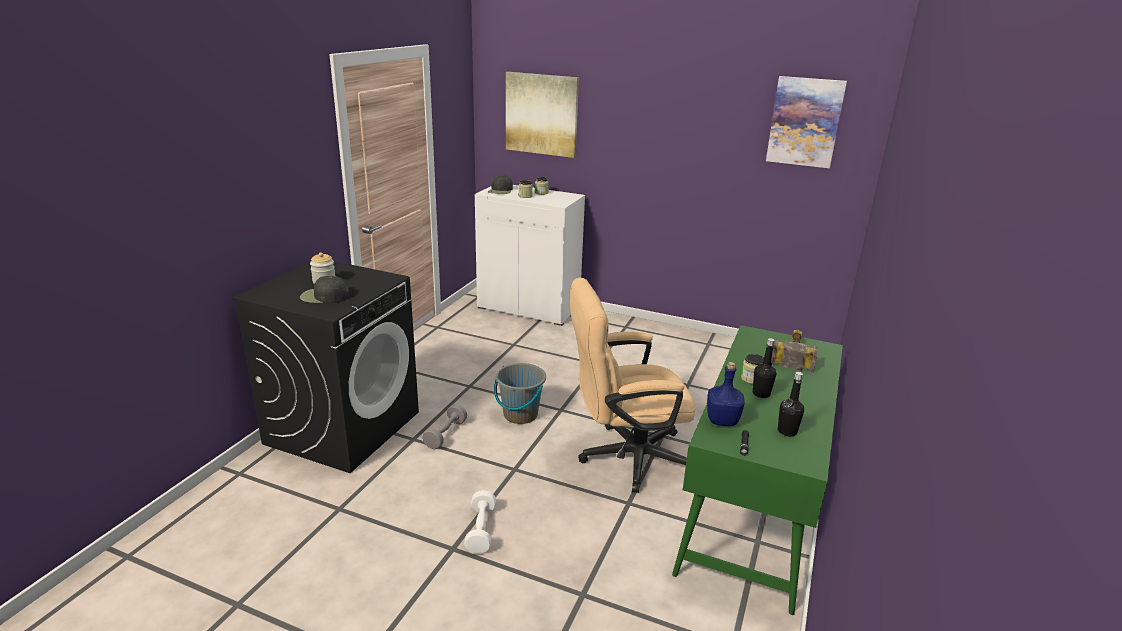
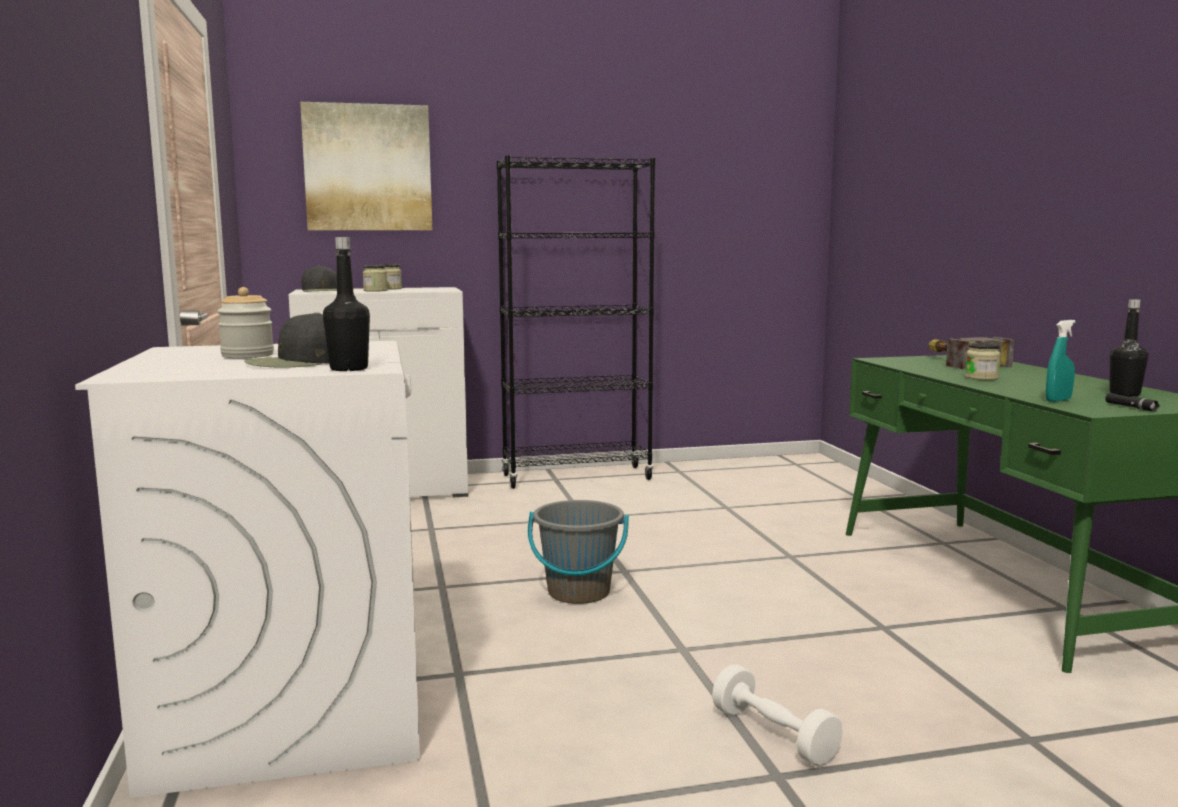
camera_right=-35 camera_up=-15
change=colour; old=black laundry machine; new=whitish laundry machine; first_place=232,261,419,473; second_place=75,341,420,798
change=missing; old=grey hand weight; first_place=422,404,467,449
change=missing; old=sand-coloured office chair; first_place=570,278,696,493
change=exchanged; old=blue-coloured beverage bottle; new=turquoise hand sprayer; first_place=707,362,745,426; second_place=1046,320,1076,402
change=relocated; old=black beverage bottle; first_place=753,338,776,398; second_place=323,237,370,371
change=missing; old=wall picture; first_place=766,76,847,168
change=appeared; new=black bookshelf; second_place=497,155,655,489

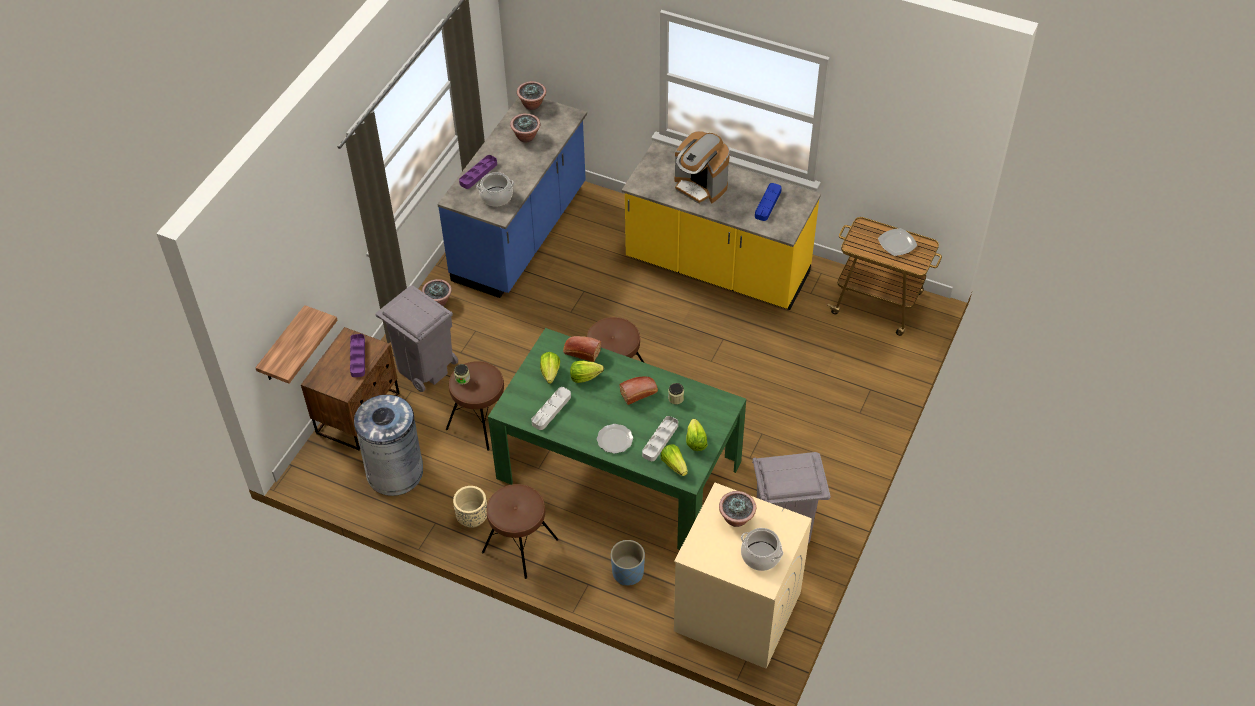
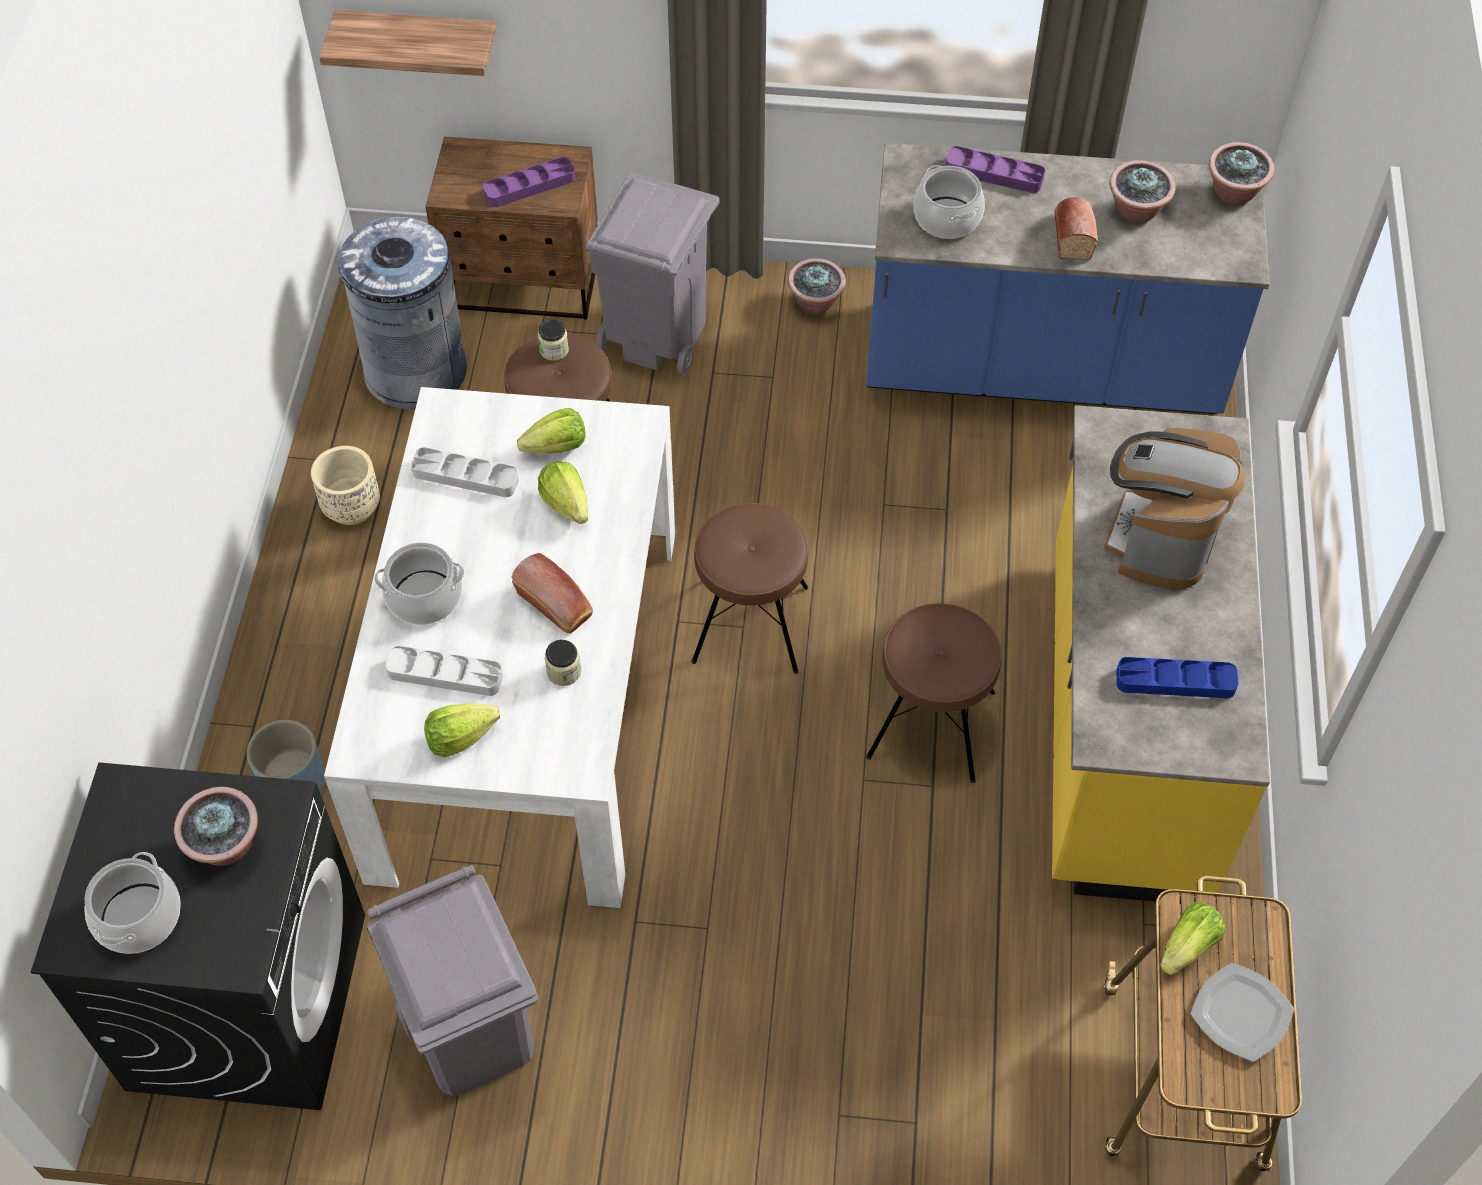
camera_right=70 camera_up=5
change=relocated; old=brown-coloured stool seat; first_place=482,484,559,579; second_place=866,603,1001,783
change=colour; old=green kitchen table; new=whitish kitchen table; first_place=488,328,746,550; second_place=324,387,675,908
change=relocated; old=baked bread; first_place=563,336,601,362; second_place=1054,197,1097,260
change=exchanged; old=plate; new=saucepot; first_place=597,424,633,454; second_place=374,543,464,625
change=relocated; old=lettuce head; first_place=660,444,688,476; second_place=1160,902,1225,975
change=colour; old=sand-coloured laundry machine; new=black laundry machine; first_place=674,483,812,669; second_place=31,762,365,1110

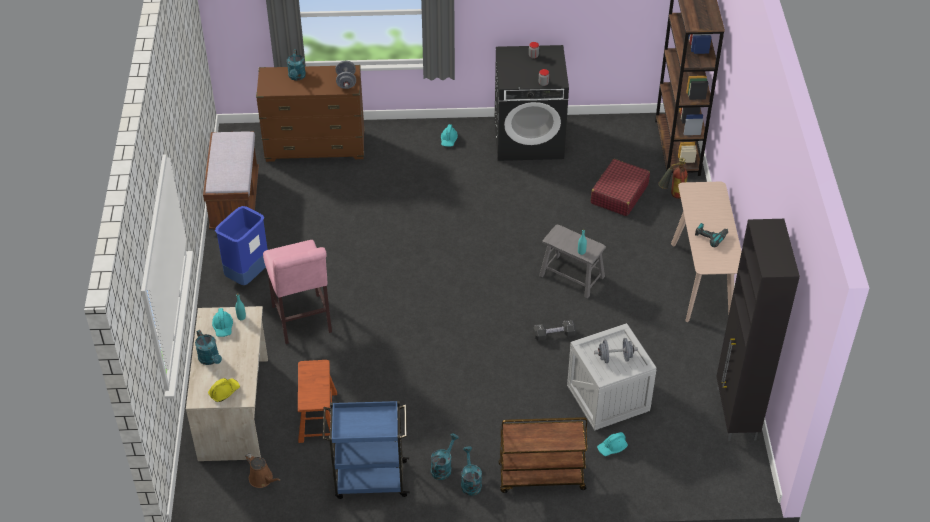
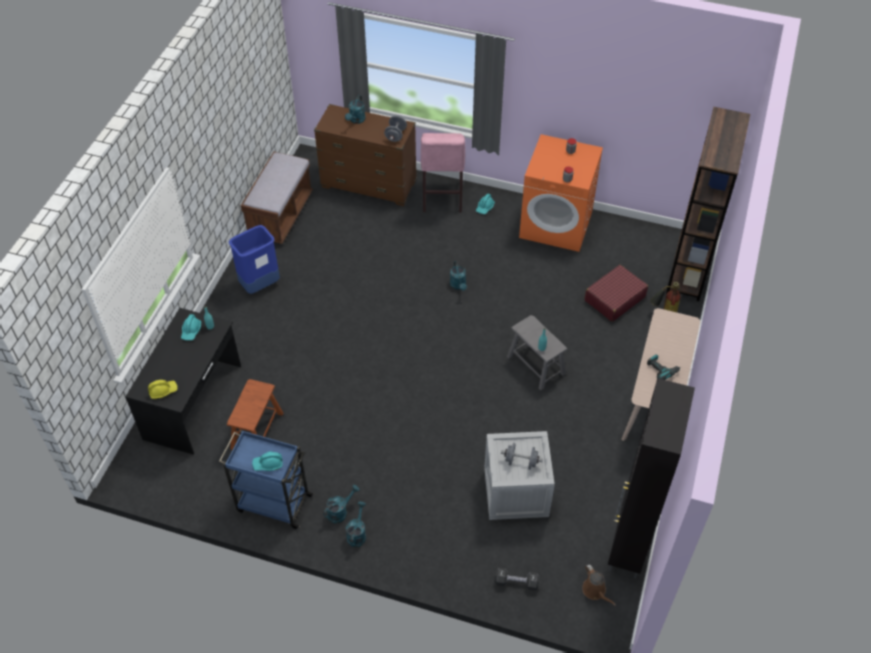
camera_right=20 camera_up=5
change=colour; old=sand-coloured desk; new=black desk; first_place=186,306,268,461; second_place=125,308,241,454
change=relocated; old=turquoise watering can; first_place=195,330,222,365; second_place=450,261,467,291
change=relocated; old=brown-coloured watering can; first_place=245,453,281,488; second_place=582,564,616,606
change=relocated; old=pink-coloured stool seat; first_place=263,240,332,344; second_place=421,133,465,213
change=colour; old=black laundry machine; new=orange-coloured laundry machine; first_place=495,45,569,161; second_place=519,134,603,252
change=missing; old=brown-coloured wheeled cart; first_place=499,417,587,493
change=relocated; old=black hand weight; first_place=533,320,576,341; second_place=495,567,539,591
change=relocated; old=turquoise safety helmet; first_place=597,432,628,456; second_place=252,452,283,471

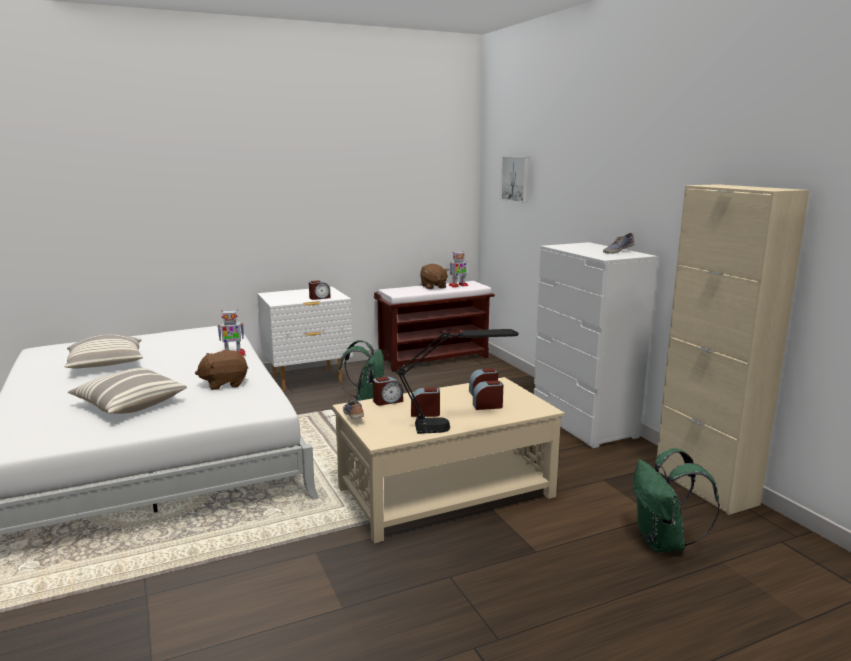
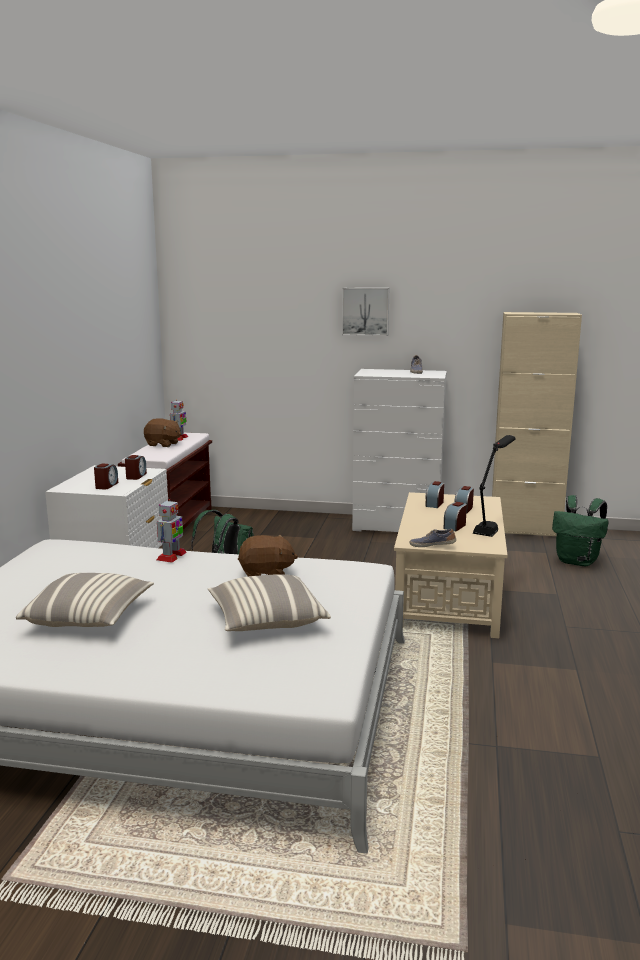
camera_right=-55 camera_up=0
change=spun; old=brown-coloured plush toy; first_place=195,350,248,390; second_place=238,535,298,576; degrees=-105
change=relocated; old=table clock; first_place=373,377,403,406; second_place=94,464,118,489
change=relocated; old=wall picture; first_place=500,157,530,203; second_place=342,288,389,336

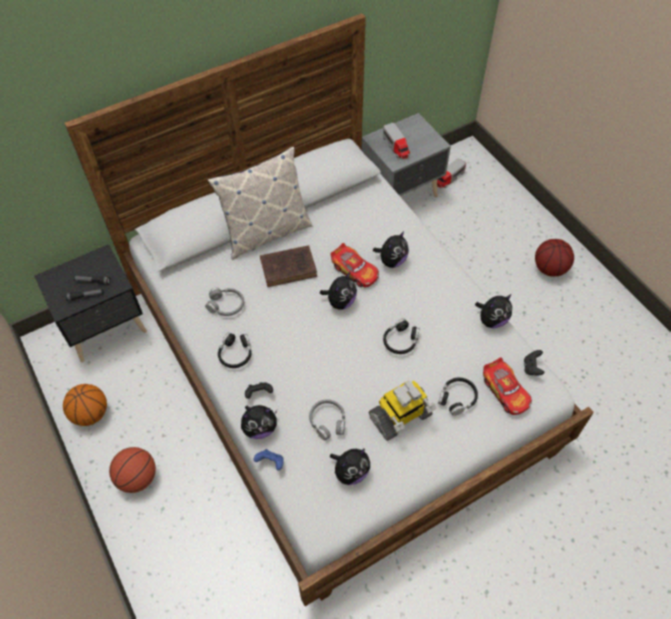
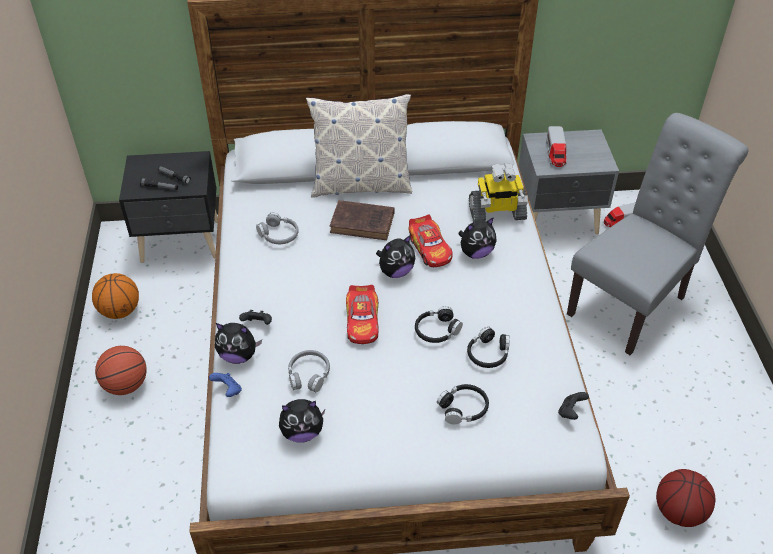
camera_right=25 camera_up=-10
change=relocated; old=black headset; first_place=218,332,252,368; second_place=467,327,510,368
change=relocated; old=toy robot; first_place=369,381,436,441; second_place=469,163,528,222
change=missing; old=plush toy; first_place=475,294,512,328
change=relocated; old=toy car; first_place=483,357,532,415; second_place=346,285,379,344
change=relocated; old=basketball ball; first_place=535,239,574,276; second_place=656,469,715,527
change=appeared; new=grey chair; second_place=567,113,748,355

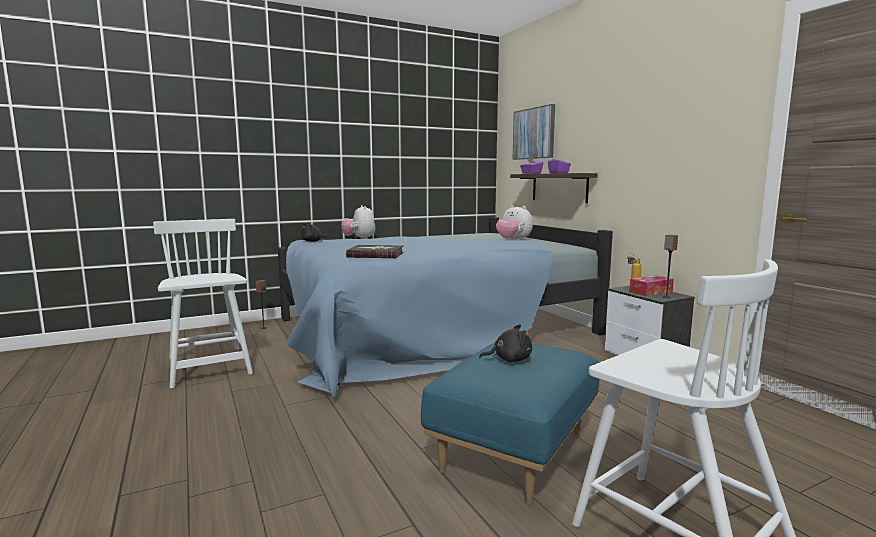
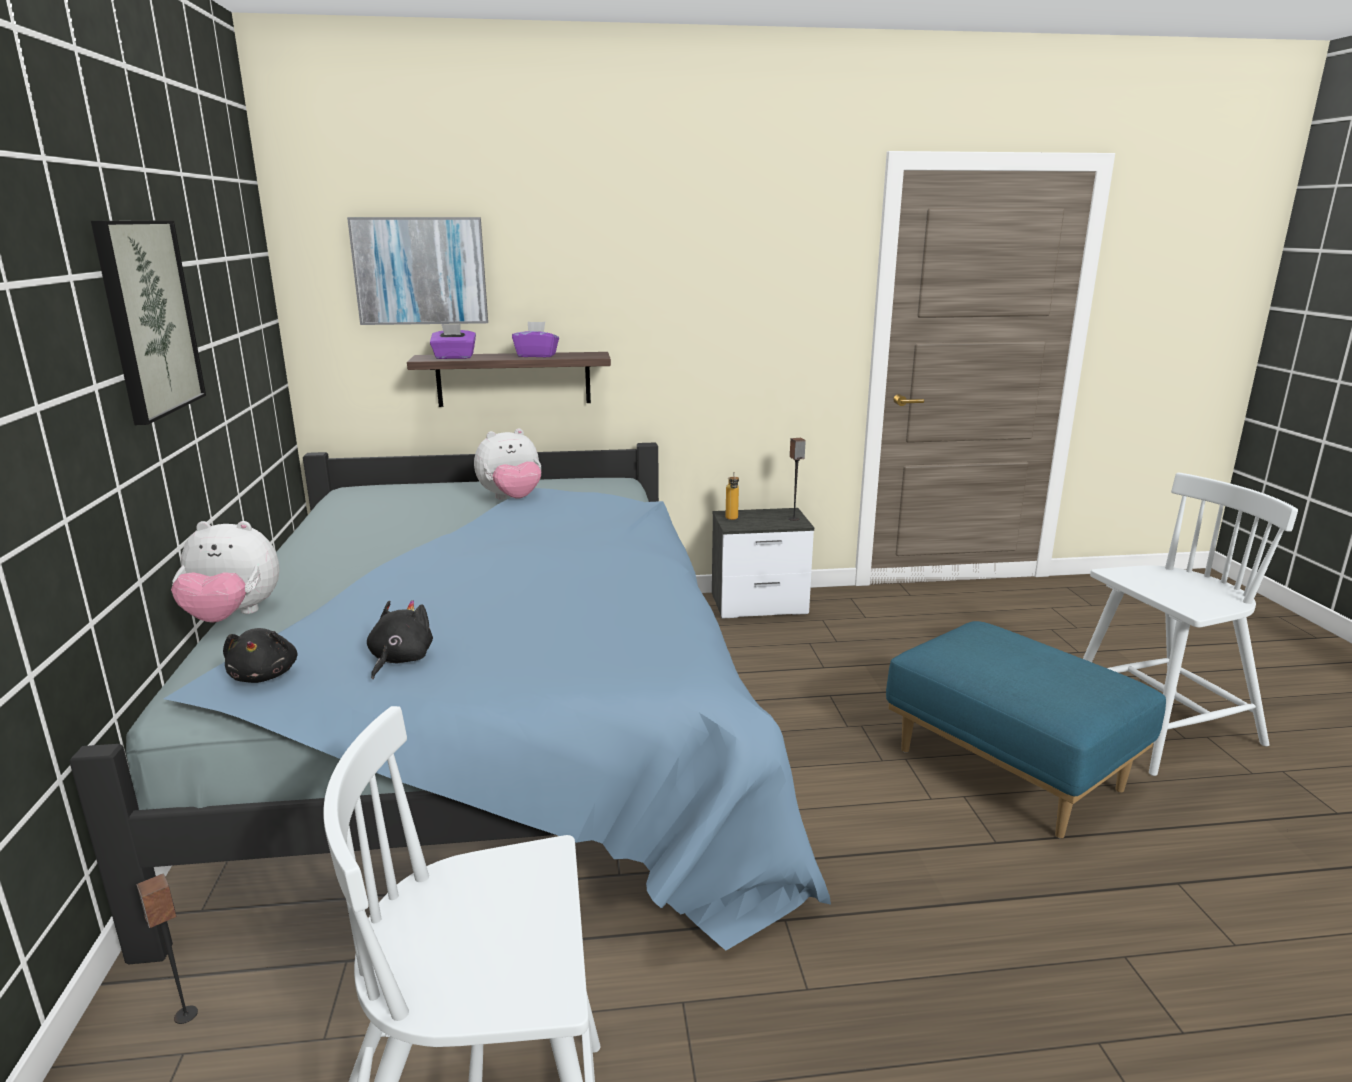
camera_right=-70 camera_up=10
change=missing; old=book; first_place=346,245,404,258
change=relocated; old=black plush toy; first_place=479,324,532,362; second_place=367,600,433,679
change=missing; old=tissue holder; first_place=629,275,674,296
change=appeared; new=wall picture; second_place=91,220,206,425

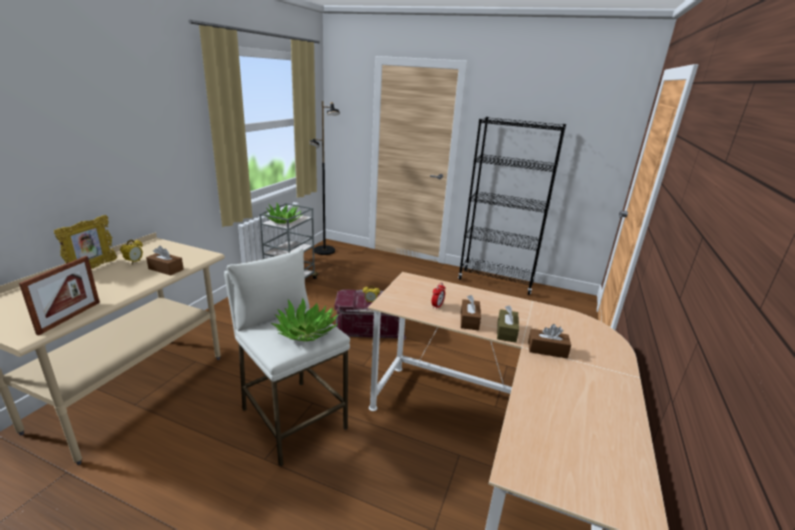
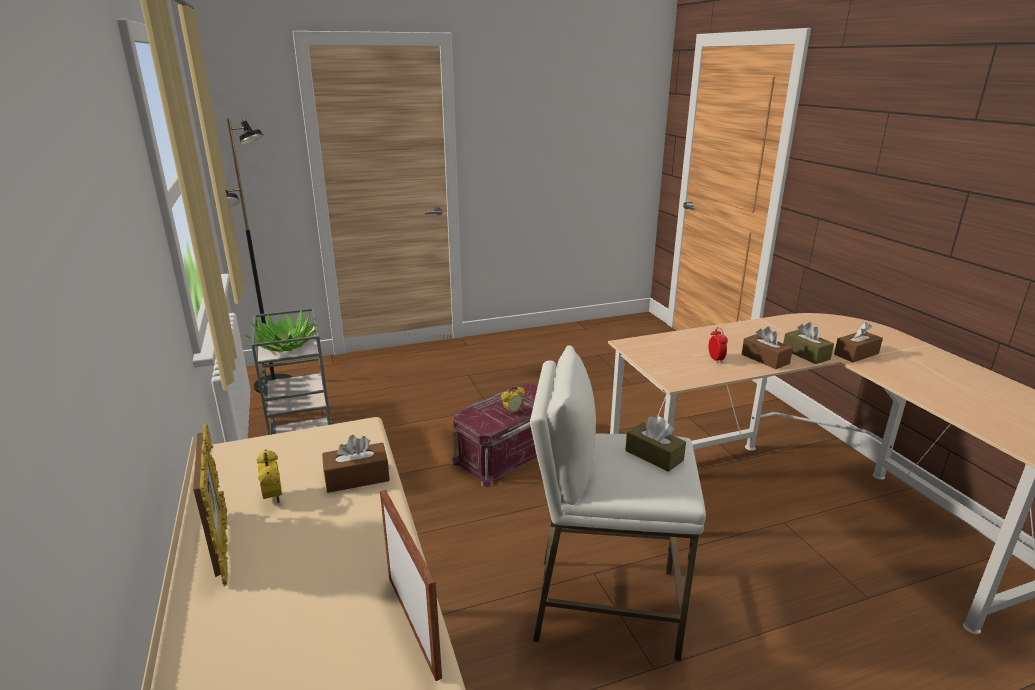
camera_right=-40 camera_up=0
change=exchanged; old=houseplant; new=brown-coloured tissue holder; first_place=271,298,338,341; second_place=625,416,686,472
change=missing; old=black bookshelf; first_place=458,117,566,295

